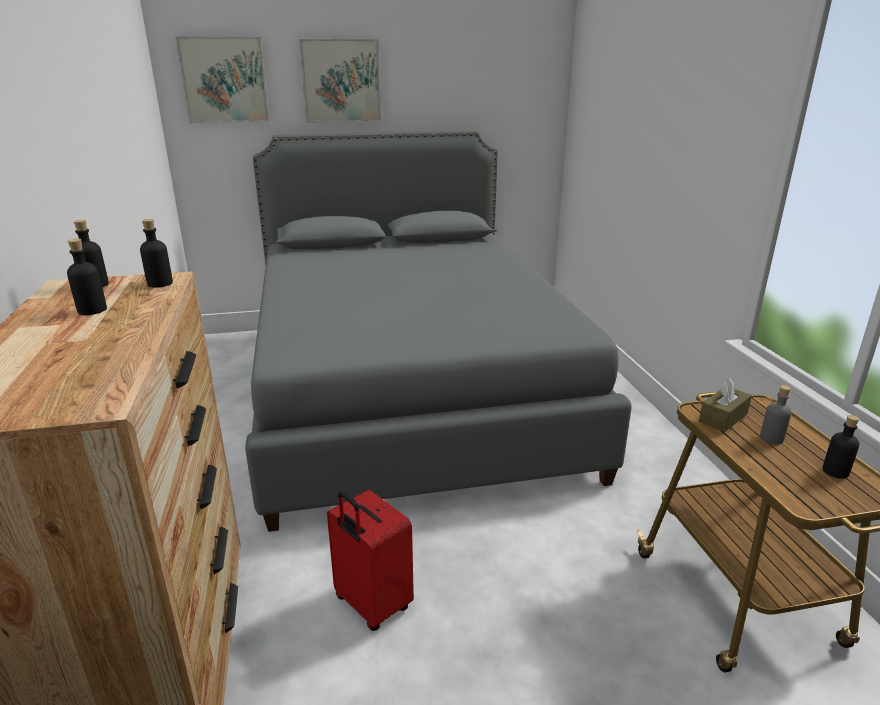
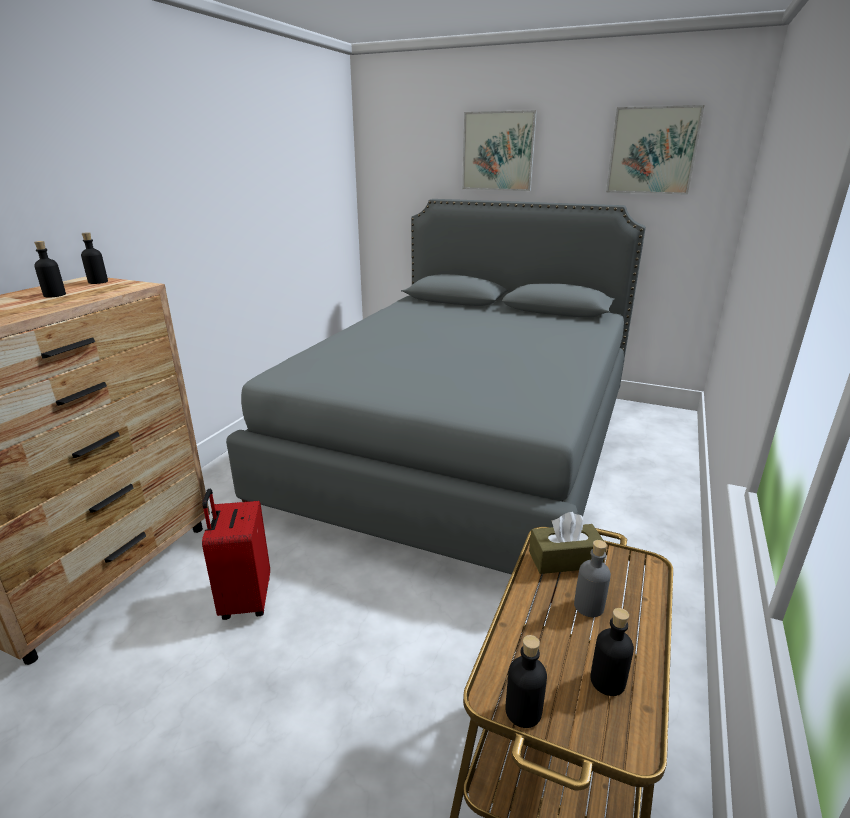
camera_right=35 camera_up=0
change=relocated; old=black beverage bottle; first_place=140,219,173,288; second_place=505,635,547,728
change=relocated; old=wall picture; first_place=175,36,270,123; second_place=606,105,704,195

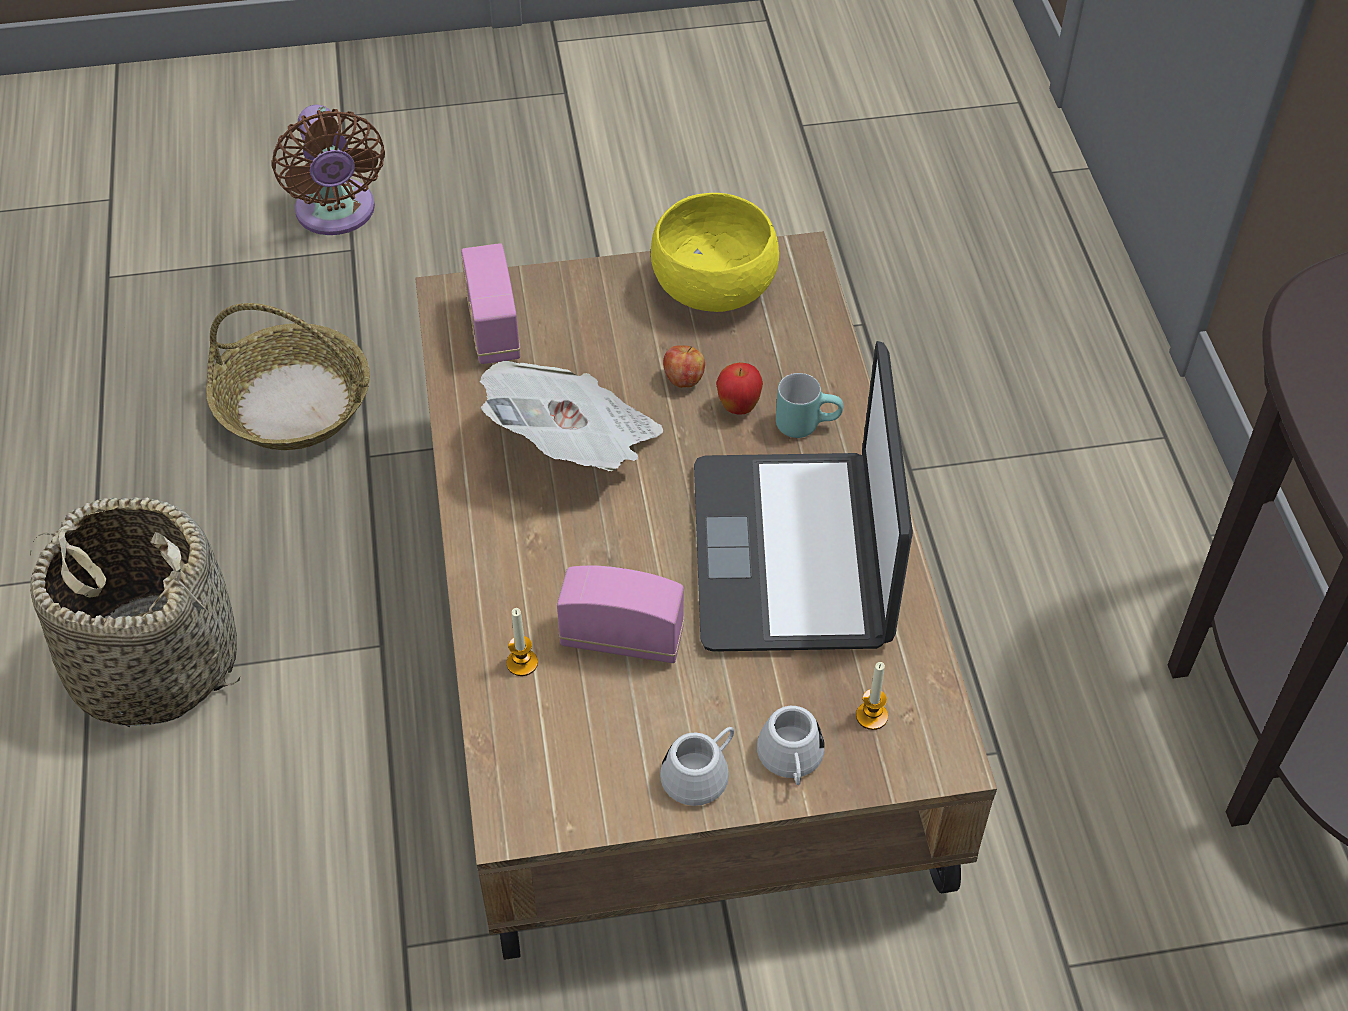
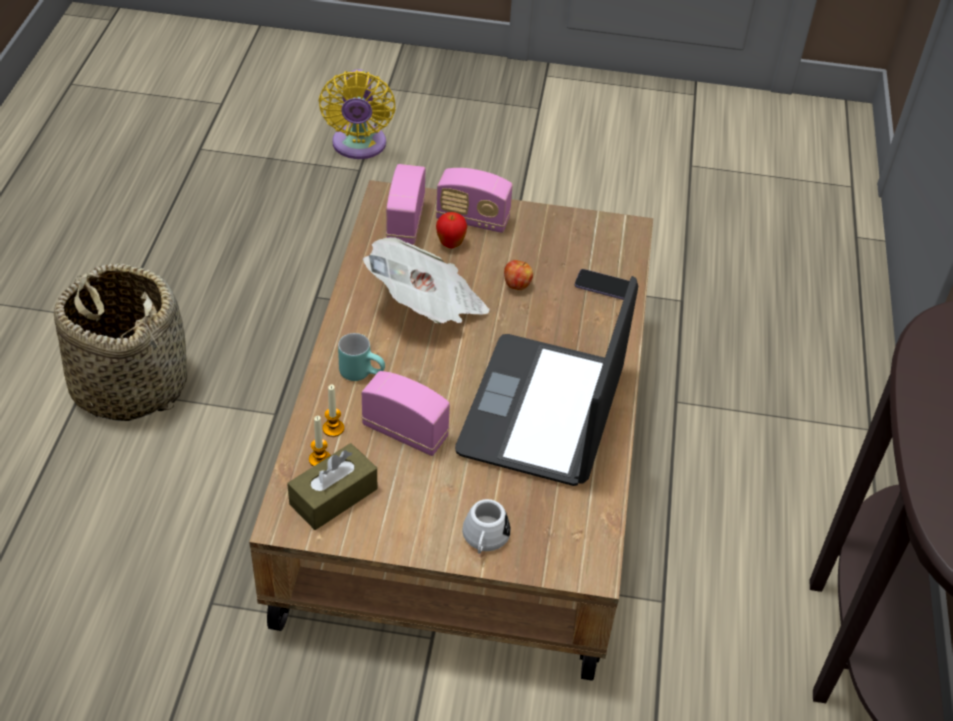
camera_right=15 camera_up=-5
change=missing; old=household basket; first_place=206,303,370,450
change=colour; old=brown-coloured electric fan; new=yellow-coloured electric fan; first_place=272,105,385,235; second_place=319,69,396,159
change=missing; old=yellow-coloured serving bowl; first_place=651,193,779,312
change=missing; old=whitish mug; first_place=660,727,734,806
change=relocated; old=apple; first_place=716,362,763,415; second_place=436,212,467,248
change=relocated; old=turquoise mug; first_place=776,373,843,438; second_place=338,333,385,381
change=relocated; old=wax light; first_place=856,662,888,730; second_place=309,416,331,466
change=appeared; new=brown-coloured tissue holder; second_place=287,443,377,530
change=appeared; new=radio receiver; second_place=436,168,513,233
change=appeared; new=handset; second_place=575,269,629,300

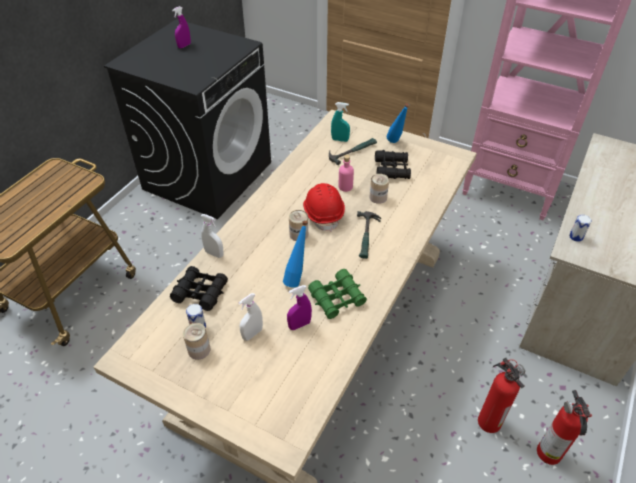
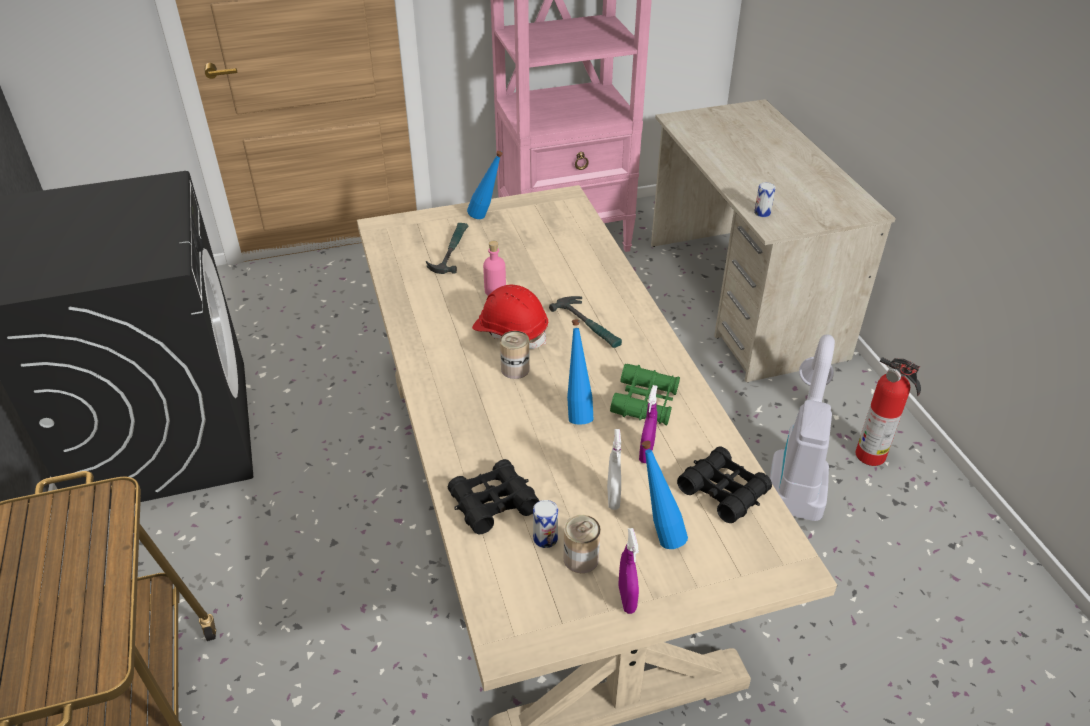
camera_right=-45 camera_up=-5
change=relocated; old=purplish hand sprayer; first_place=172,6,191,48; second_place=618,528,639,614
change=missing; old=whitish hand sprayer; first_place=201,214,224,258
change=missing; old=turquoise hand sprayer; first_place=331,102,350,142
change=missing; old=sealed can; first_place=369,174,389,204
change=relocated; old=black pair of binoculars; first_place=375,150,411,179; second_place=677,447,772,523
change=exchanged; old=extinguisher; new=hoover; first_place=478,358,525,433; second_place=769,334,835,521
change=appeared; new=blue-coloured beverage bottle; second_place=642,441,688,549

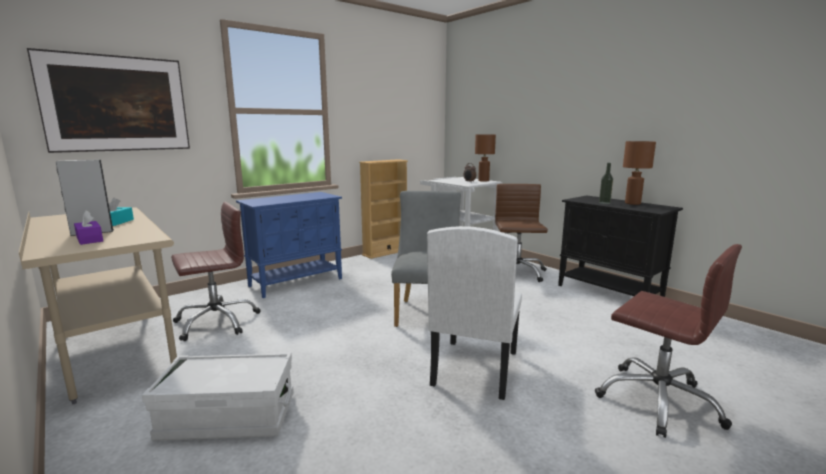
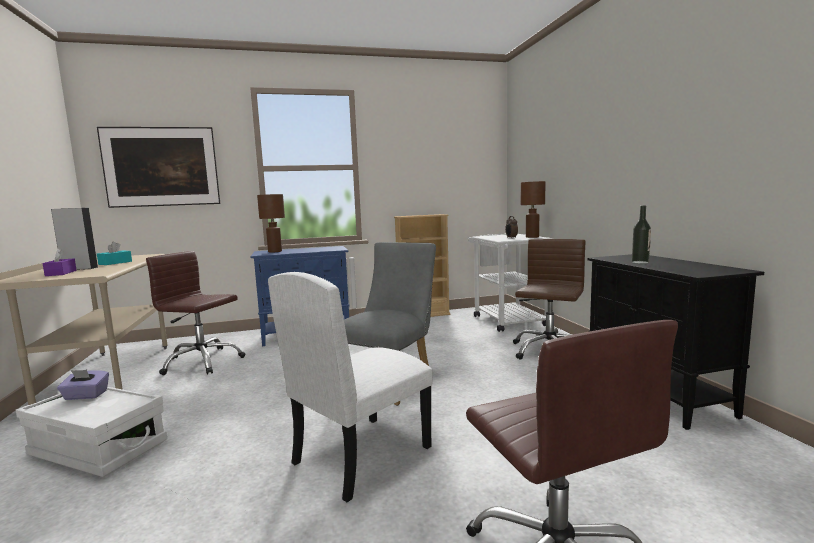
camera_right=25 camera_up=-5
change=spun; old=brown-coloured office chair; first_place=171,202,261,341; second_place=146,251,245,375; degrees=-150
change=relocated; old=brown-coloured lamp for a table; first_place=623,141,656,205; second_place=257,194,285,253
change=appeared; new=purplish tissue holder; second_place=57,370,109,400

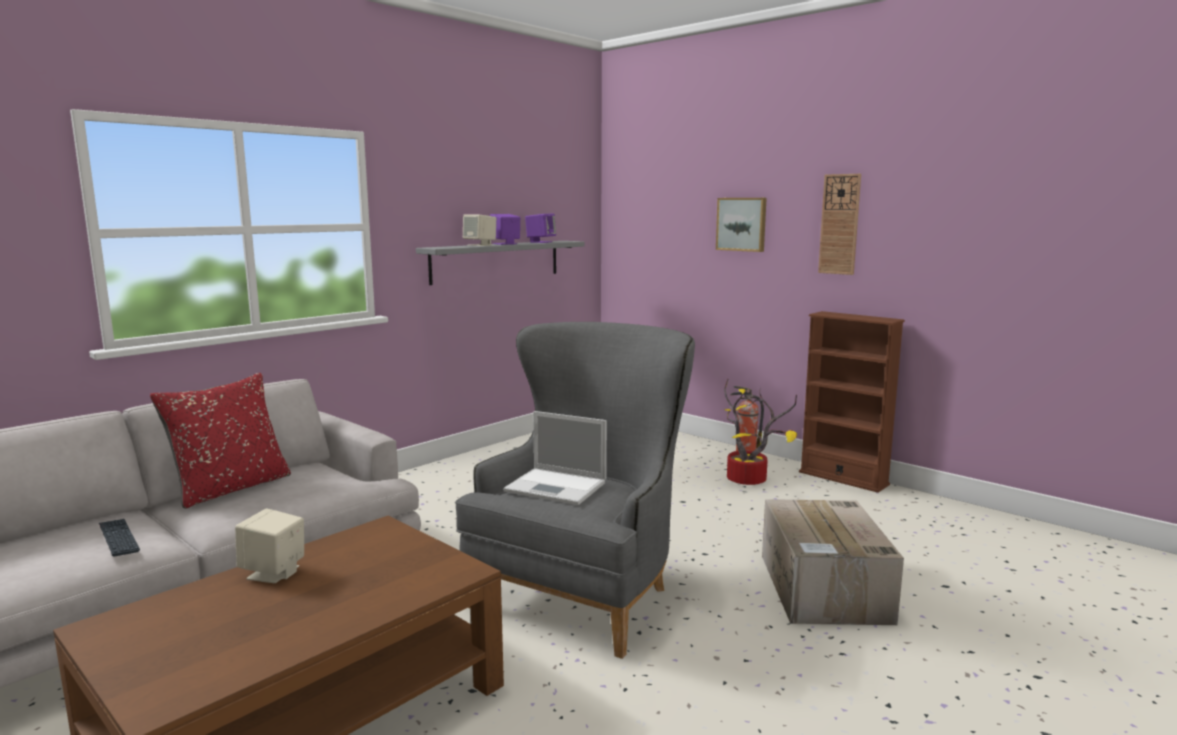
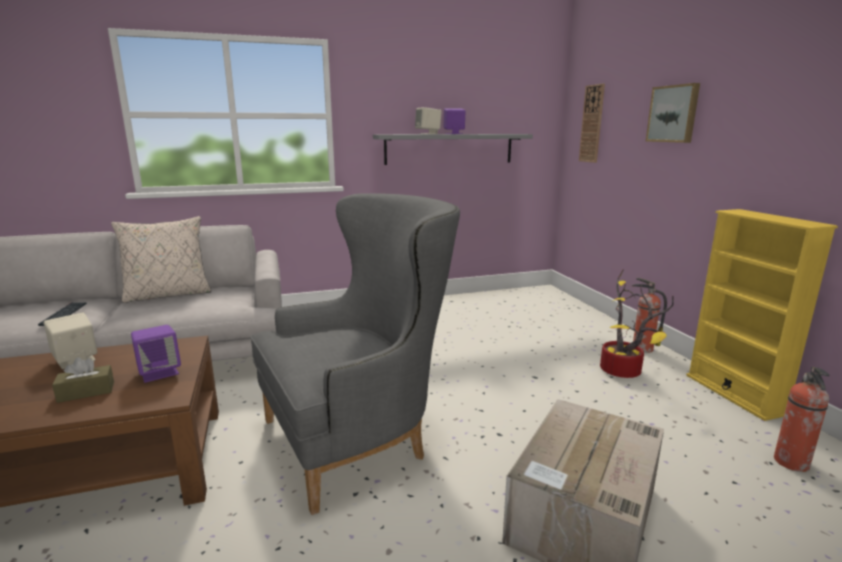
camera_right=30 camera_up=5
change=colour; old=red-coloured throw pillow; new=sand-coloured throw pillow; first_place=150,373,291,509; second_place=111,216,211,303
change=missing; old=laptop; first_place=503,411,607,505
change=relocated; old=purplish loudspeaker; first_place=525,214,556,243; second_place=131,325,181,383
change=colour; old=brown-coloured bookshelf; new=yellow-coloured bookshelf; first_place=799,311,905,493; second_place=686,209,838,421
change=relocated; old=wall clock; first_place=818,174,861,275; second_place=579,83,605,163
change=appeared; new=brown-coloured tissue holder; second_place=52,357,114,403
change=appeared; new=extinguisher; second_place=774,367,829,472

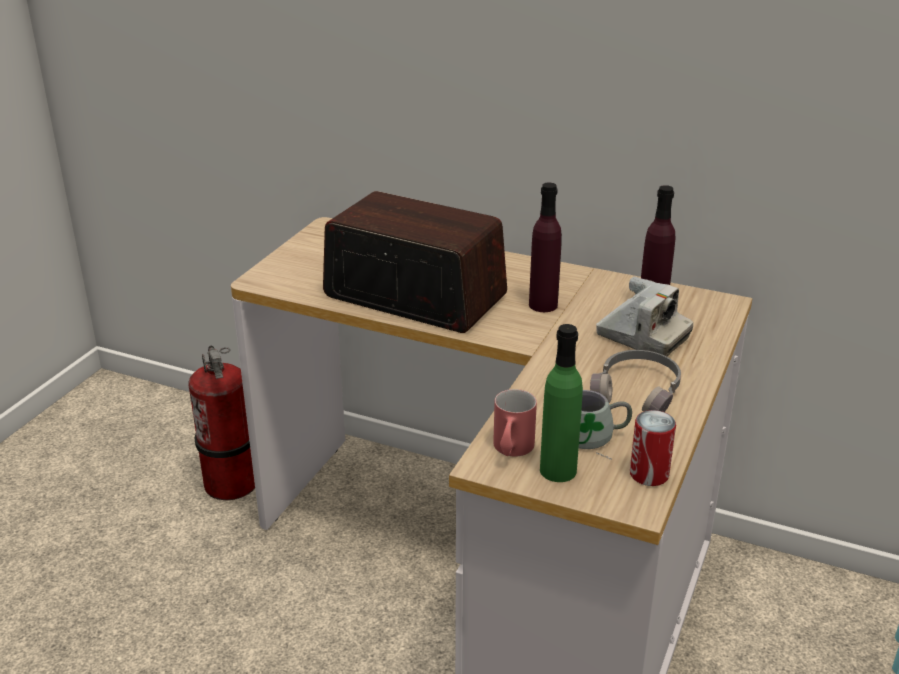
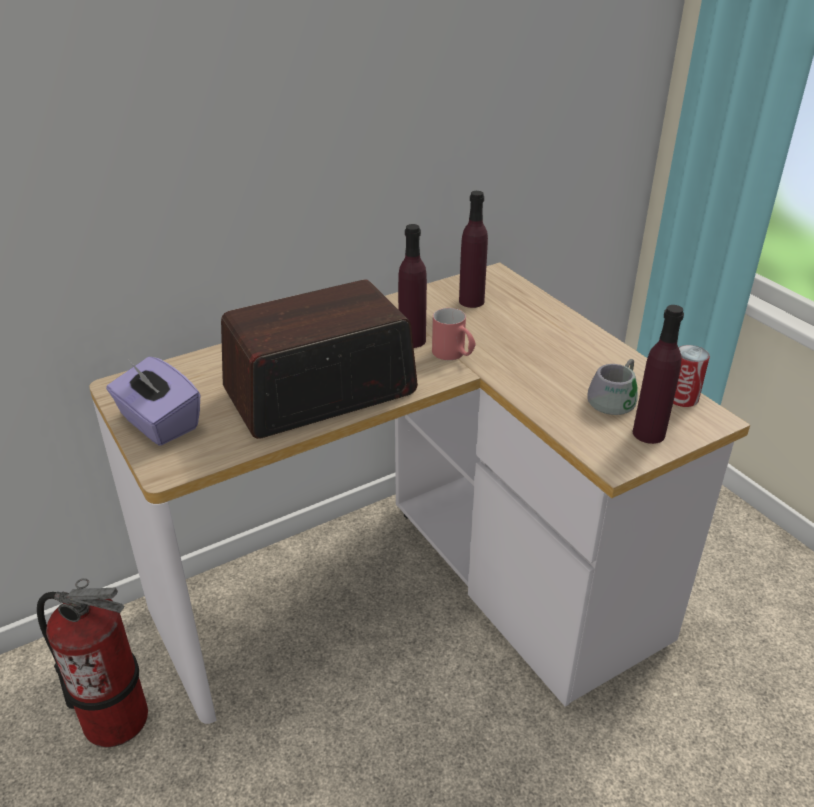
camera_right=-55 camera_up=5
change=relocated; old=red-coloured mug; first_place=493,389,537,456; second_place=432,308,476,360
change=colour; old=green beverage bottle; new=purplish beverage bottle; first_place=540,324,583,482; second_place=633,305,684,444
change=missing; old=grey headset; first_place=590,350,681,412
change=missing; old=still camera; first_place=596,276,693,357
change=appeared; new=purplish tissue holder; second_place=106,357,200,446

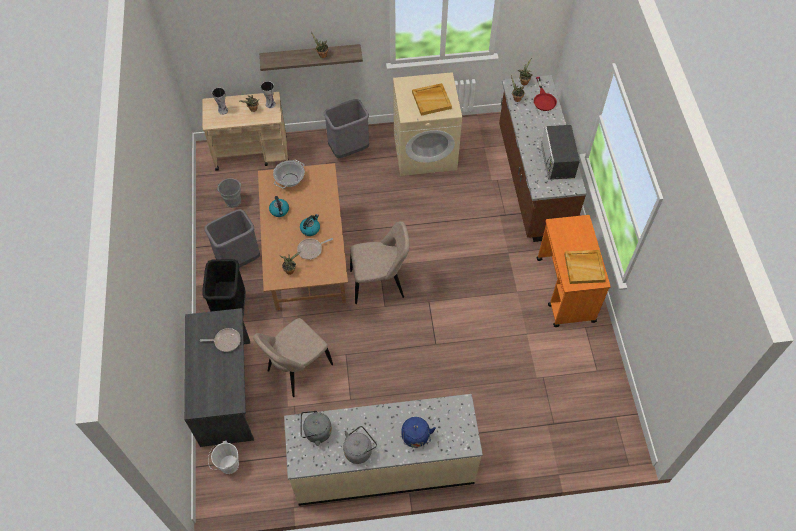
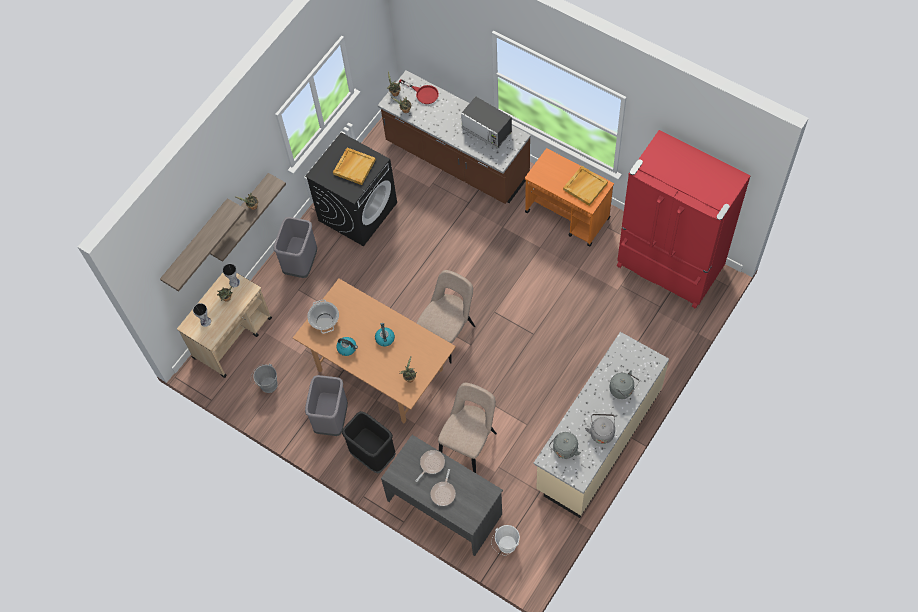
camera_right=-45 camera_up=5
change=spun; old=sand-coloured chair; first_place=253,318,333,397; second_place=438,383,497,473; degrees=-150
change=relocated; old=skillet; first_place=297,238,333,260; second_place=431,469,456,506
change=colour; old=sand-coloured laundry machine; new=black laundry machine; first_place=393,72,462,176; second_place=305,132,397,246
change=colour; old=blue-coloured tea kettle; new=grey tea kettle; first_place=402,417,436,448; second_place=610,370,640,399
change=appeared; new=shelf; second_place=160,198,246,291
change=appeared; new=red-coloured refrigerator; second_place=617,130,750,309

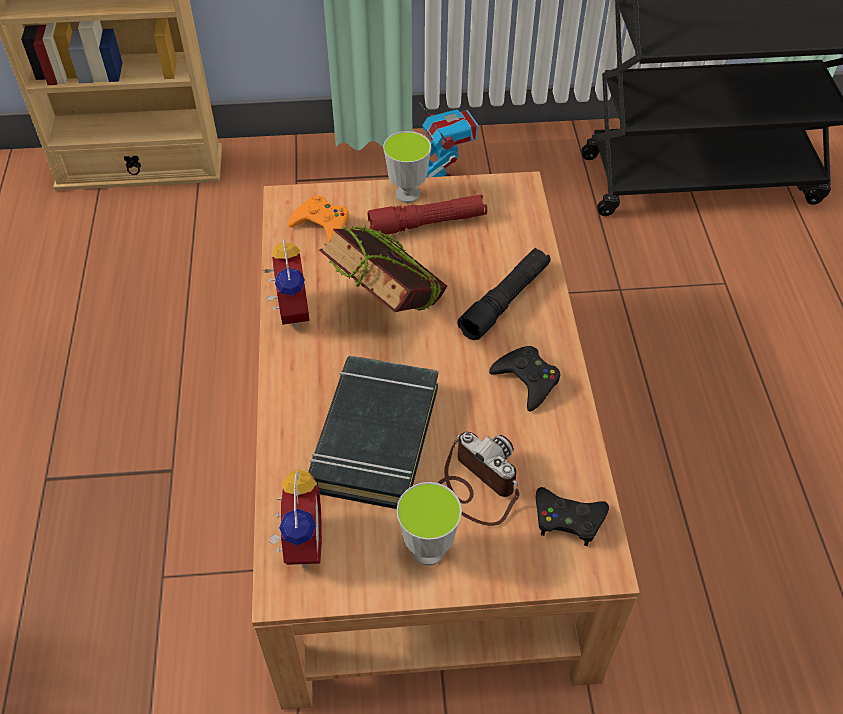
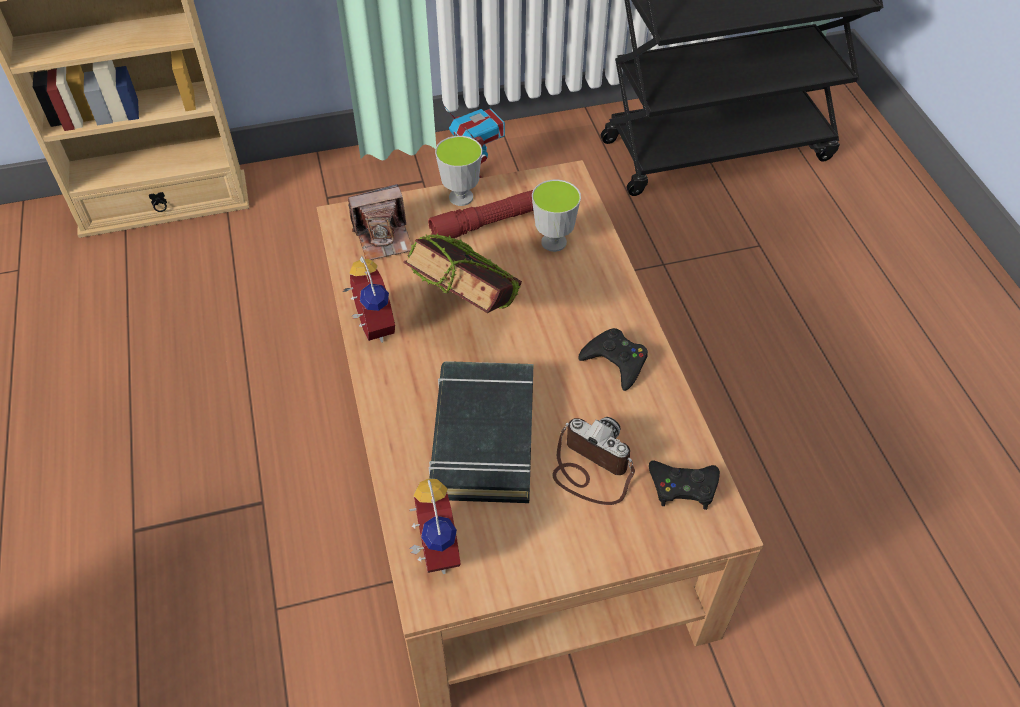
camera_right=-10 camera_up=0
change=exchanged; old=orange-coloured joypad; new=still camera; first_place=288,195,349,243; second_place=348,184,412,260
change=relocated; old=drinking cup; first_place=396,482,462,566; second_place=532,180,581,252
change=missing; old=black torch; first_place=457,248,551,340

